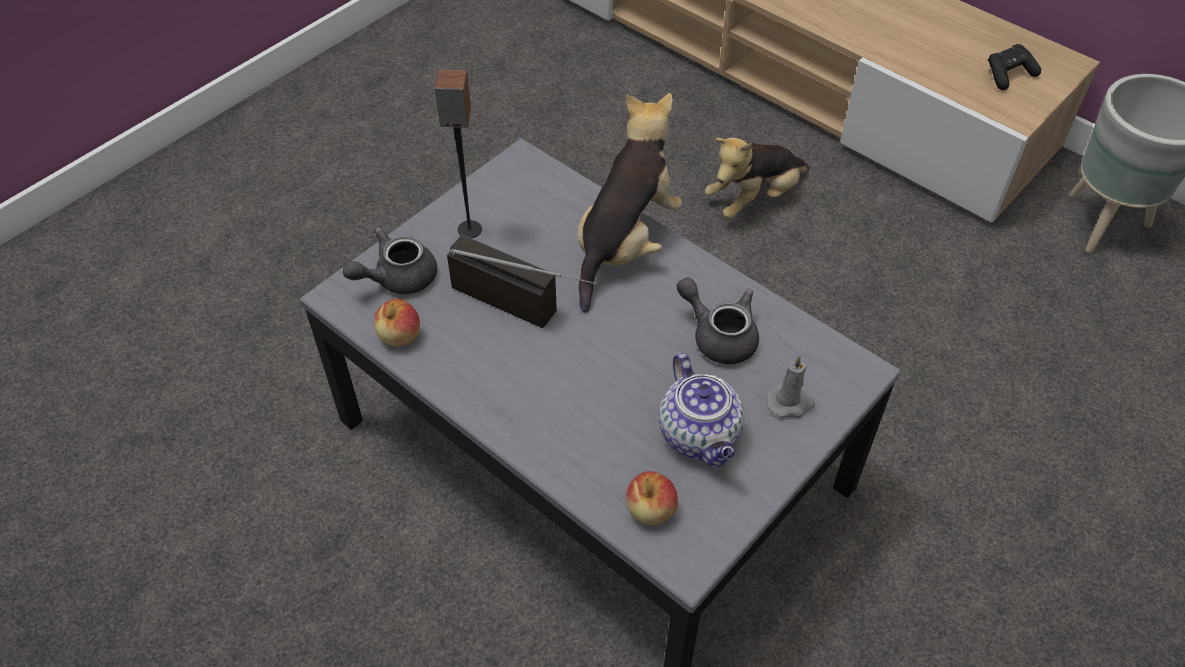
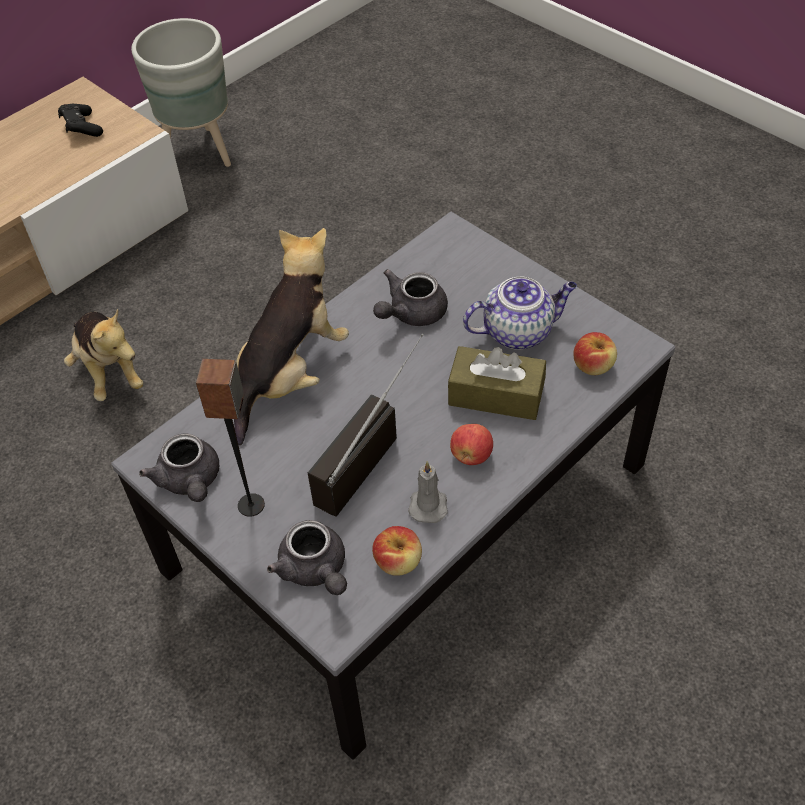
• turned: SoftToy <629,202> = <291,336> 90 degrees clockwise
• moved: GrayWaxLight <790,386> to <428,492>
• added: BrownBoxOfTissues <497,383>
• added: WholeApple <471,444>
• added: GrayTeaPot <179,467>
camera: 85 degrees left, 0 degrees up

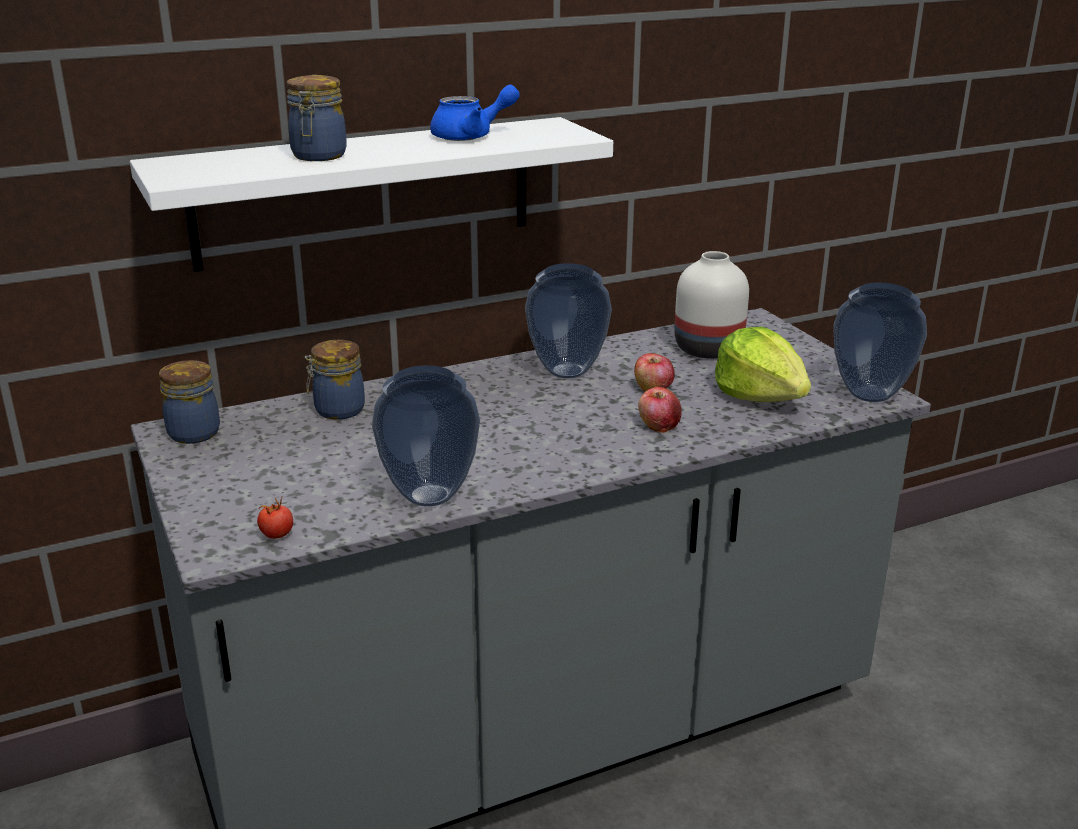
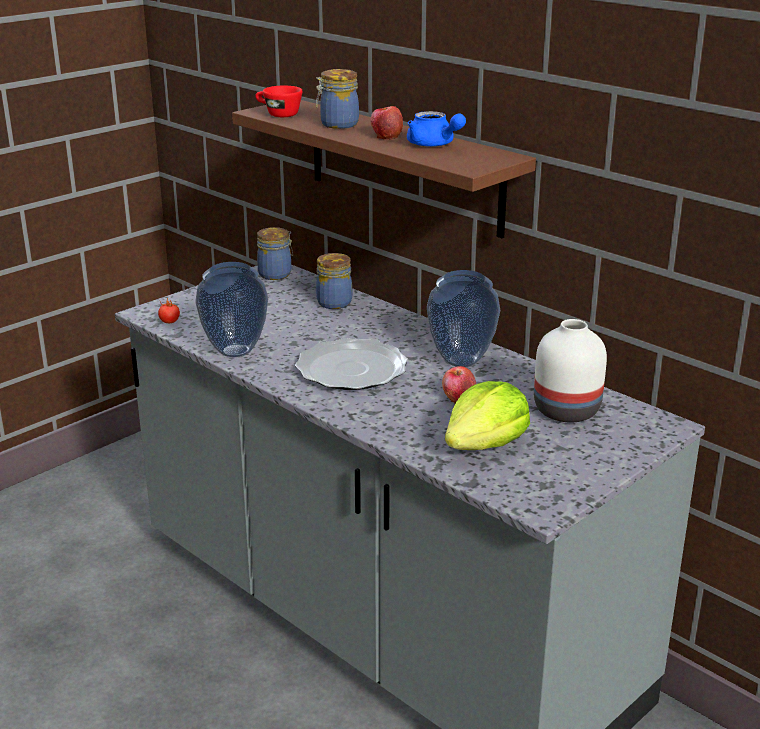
• recoloured: WhitishWallShelf <371,194> to BrownWallShelf <384,169>
• removed: FlowerVase <880,342>
• moved: WholeApple <660,410> to <386,123>
• added: ReddishSmallCup <279,101>
• added: FlatDish <351,364>
camera: 70 degrees right, 0 degrees up

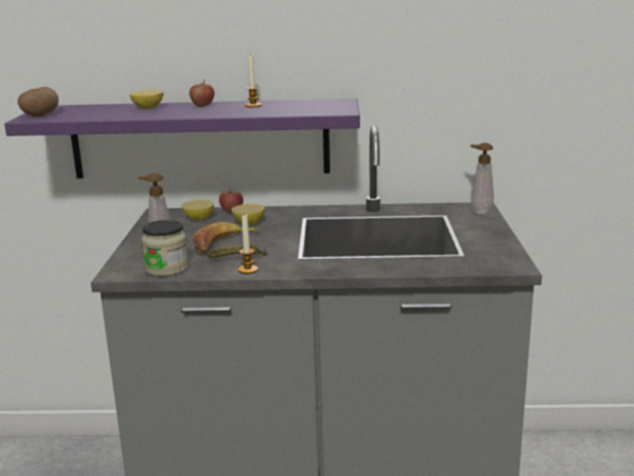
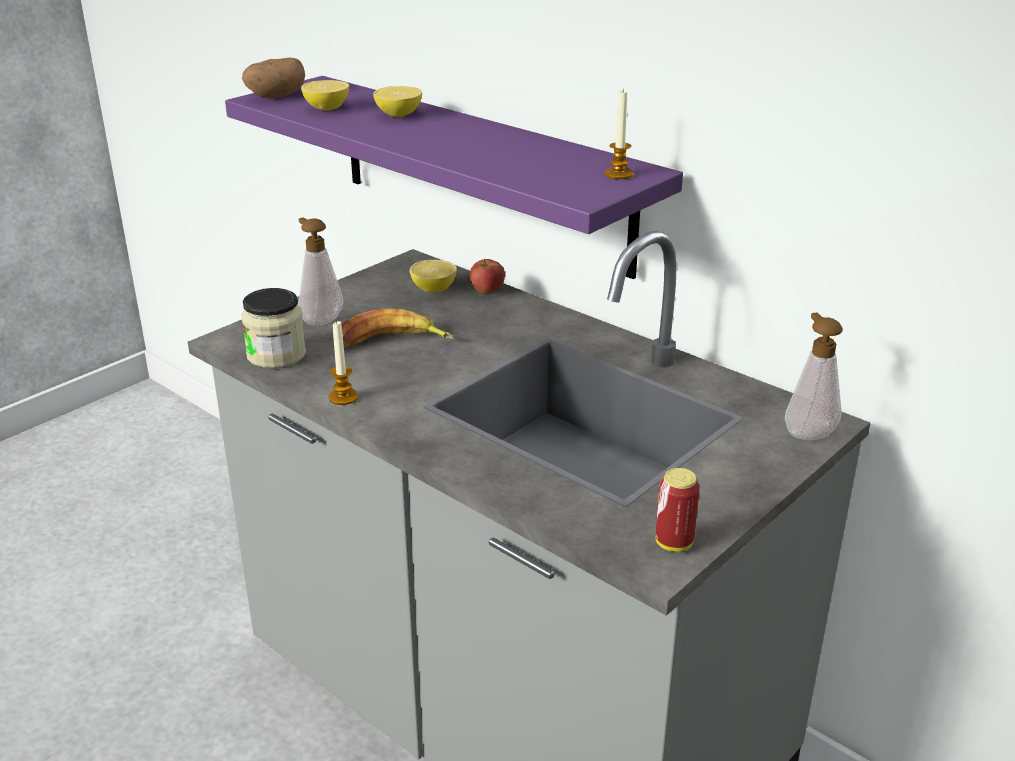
• moved: WaxLight <253,80> to <619,133>
• removed: WholeApple <202,93>
• moved: Lemon <248,214> to <325,95>
• removed: WholeBanana <237,251>
• added: SealedCan <677,510>
camera: 40 degrees right, 10 degrees up

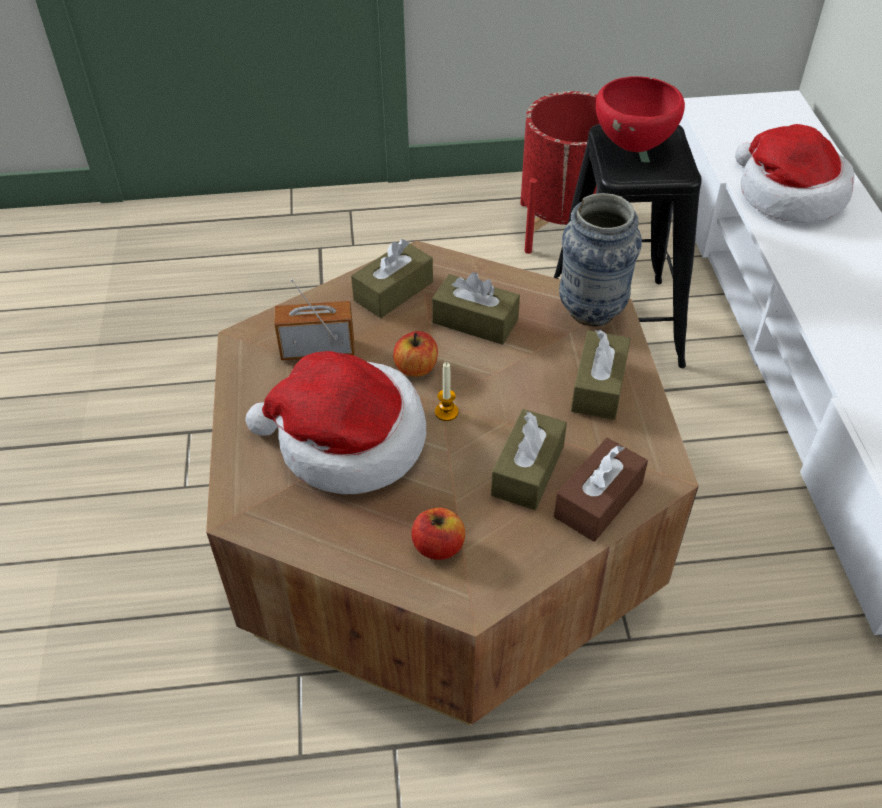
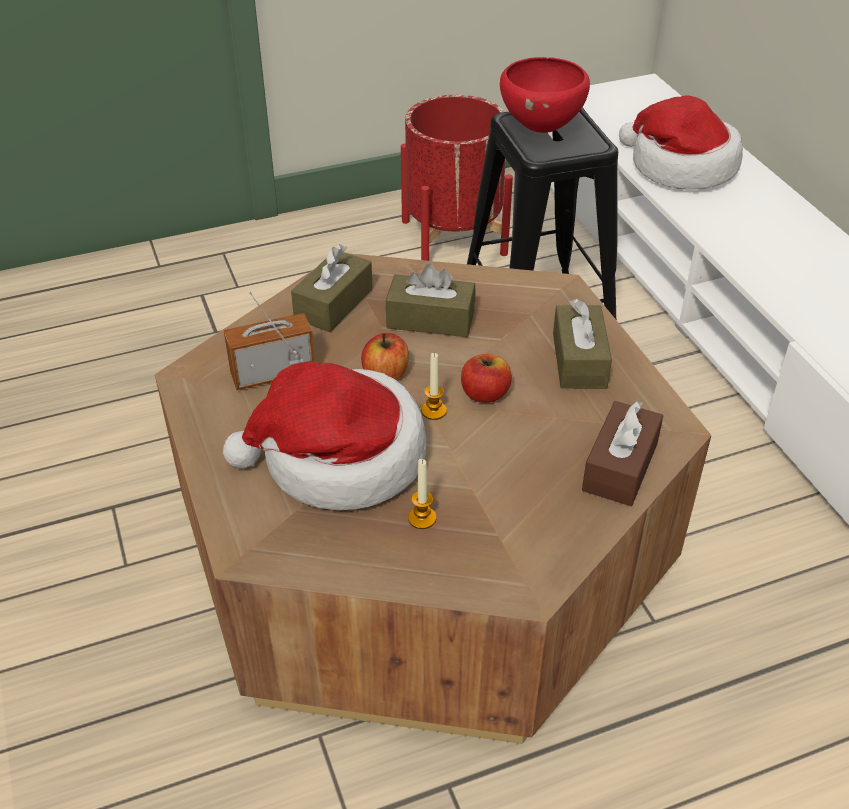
• removed: FlowerVase <600,260>
• removed: BrownBoxOfTissues <529,459>
• moved: WholeApple <438,533> to <486,378>
• added: WaxLight <422,494>
camera: 15 degrees left, 5 degrees down

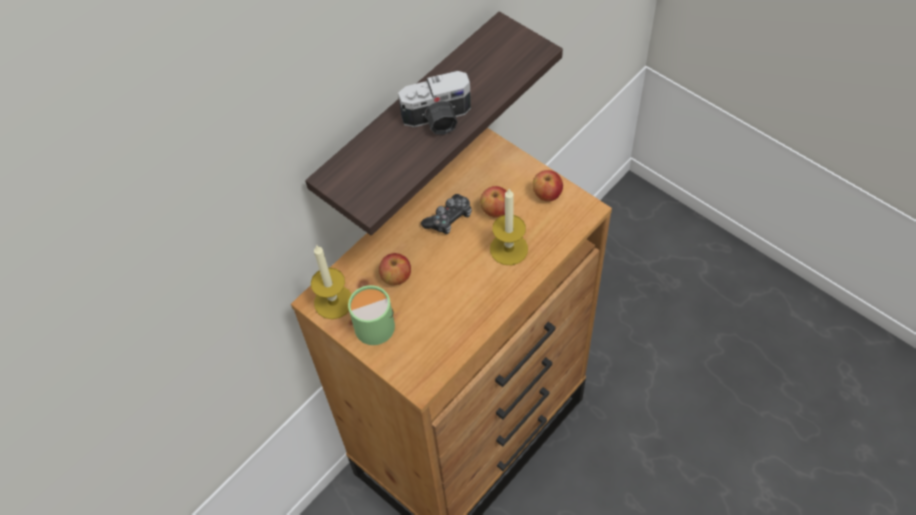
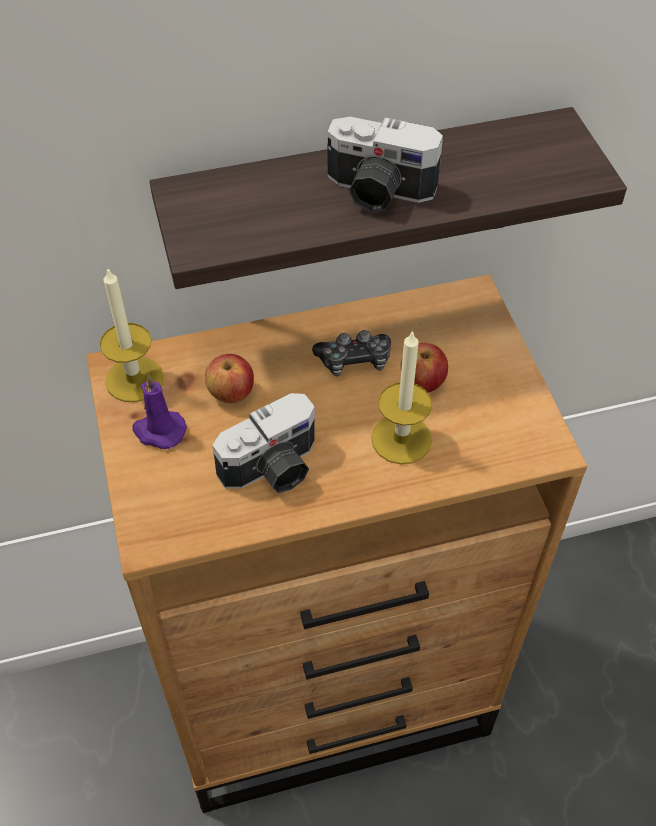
• removed: WholeApple <547,186>
• replaced: GreenTeaMug <371,315> to PurpleColouredWaxLight <159,411>
• added: PhotoCamera <263,443>
camera: 30 degrees right, 5 degrees down

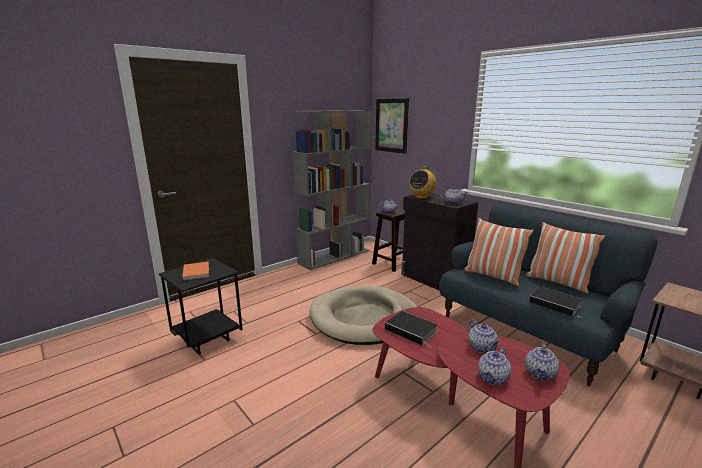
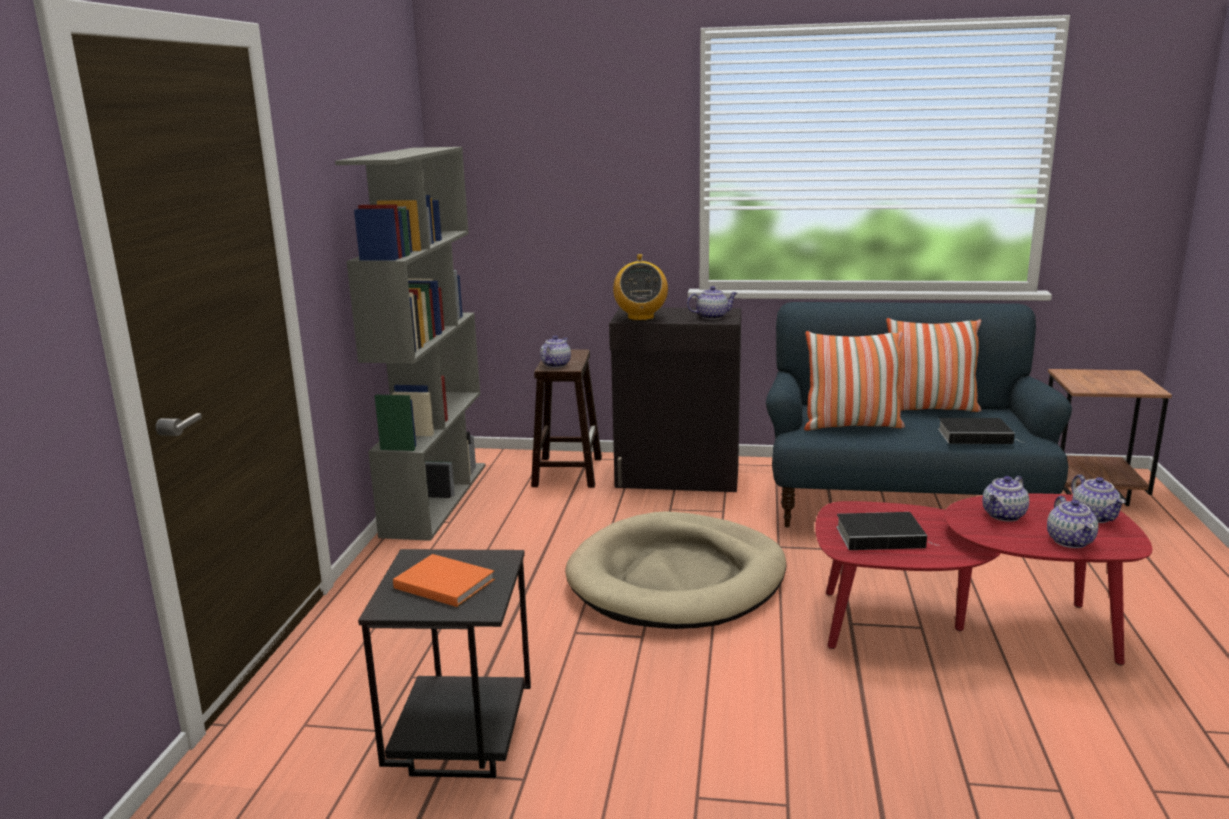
• removed: WallPicture <392,126>
• turned: TeaPot <484,336> = <1005,499> 105 degrees clockwise
camera: 40 degrees left, 0 degrees up

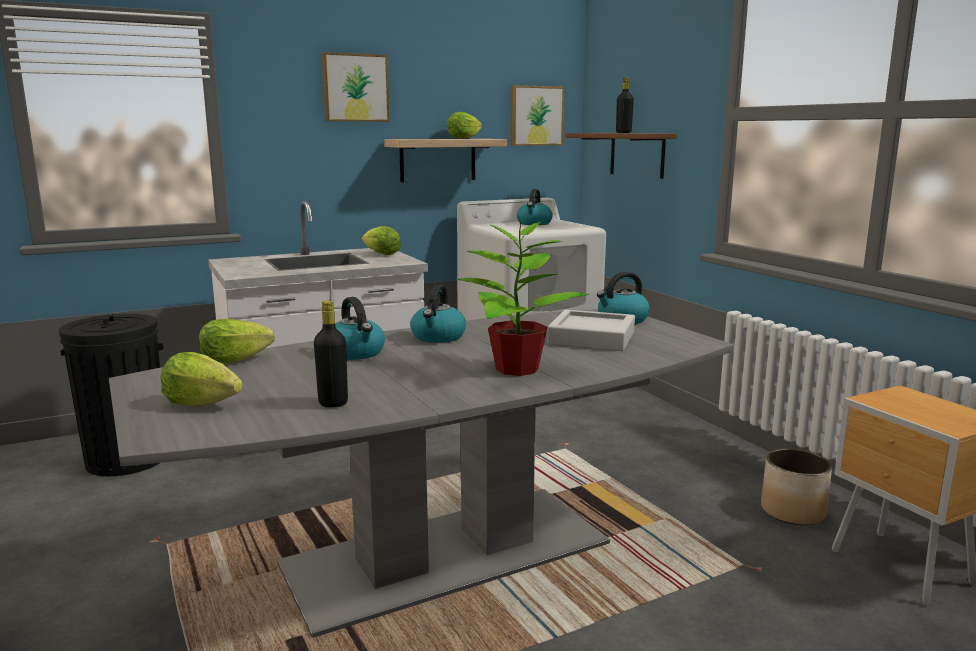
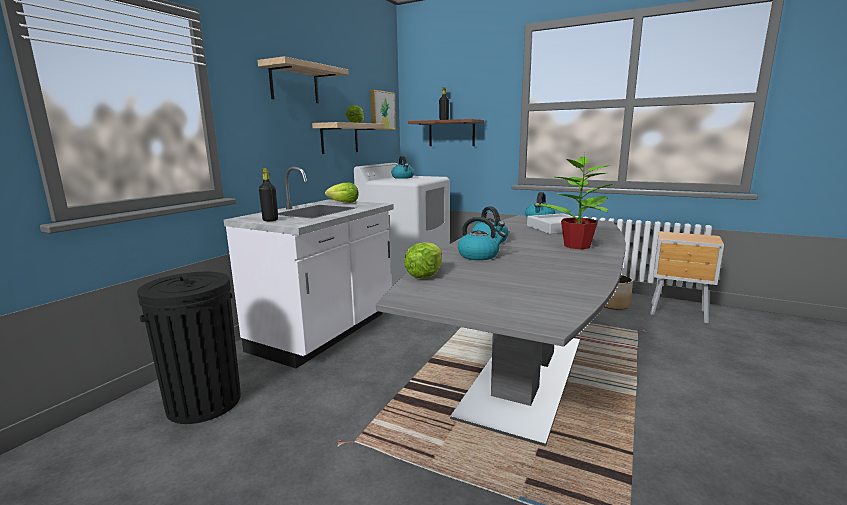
• replaced: WallPicture <356,87> to WallShelf <303,79>
• moved: BlackishBeverageBottle <331,354> to <268,194>
• removed: LettuceHead <202,379>
camera: 35 degrees left, 0 degrees up

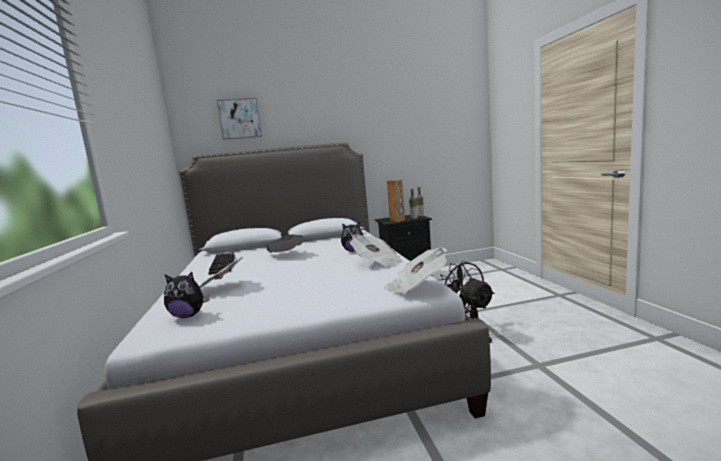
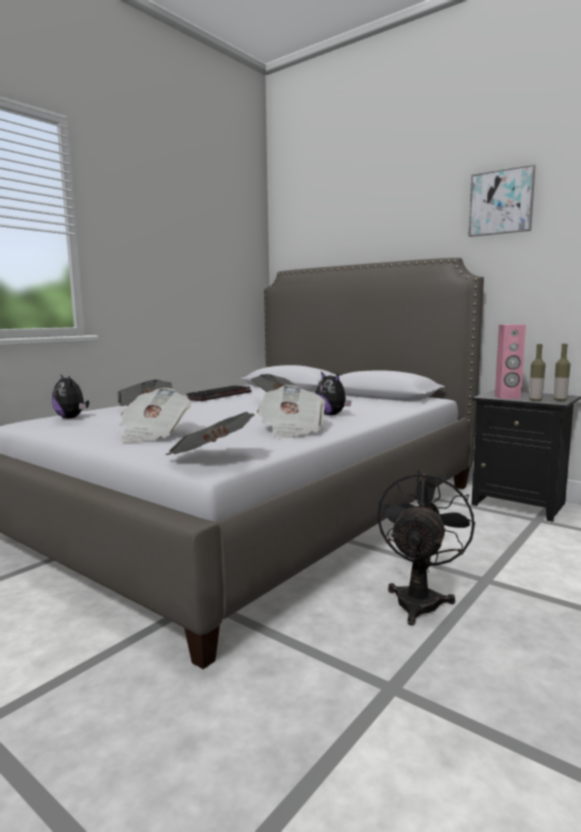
• moved: WallPicture <239,119> to <502,200>
• recoloured: BrownLoudspeaker <396,200> to PinkColouredLoudspeaker <510,361>
• added: Newspaper <155,415>
camera: 50 degrees right, 0 degrees up

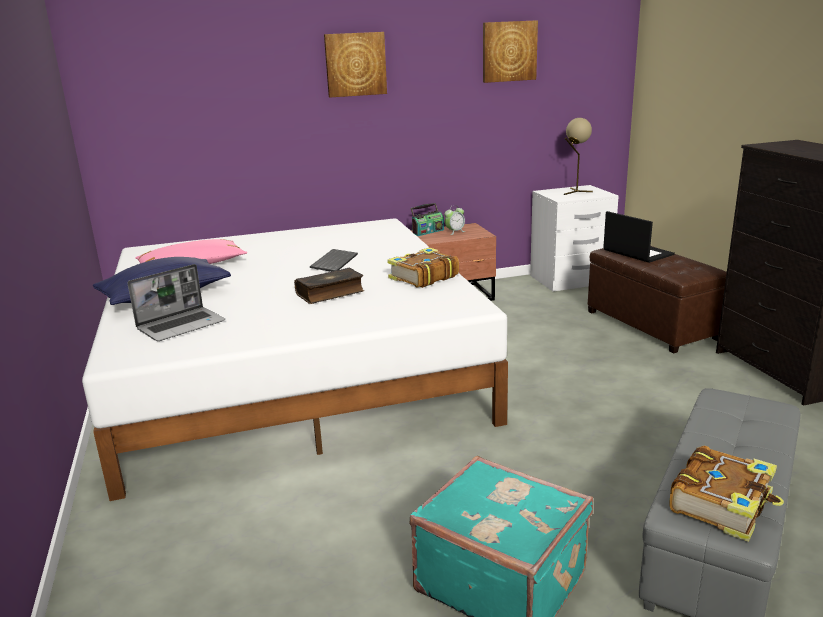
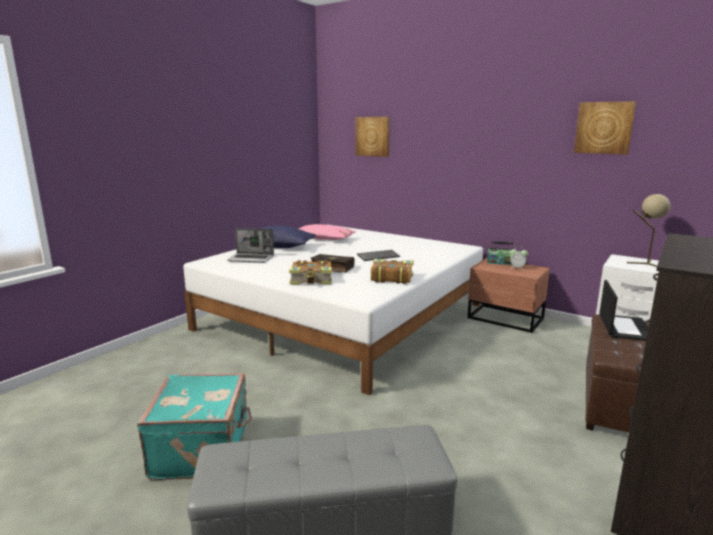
• moved: WallPicture <355,65> to <372,137>
• moved: Book <726,493> to <310,272>
camera: 50 degrees right, 5 degrees down

